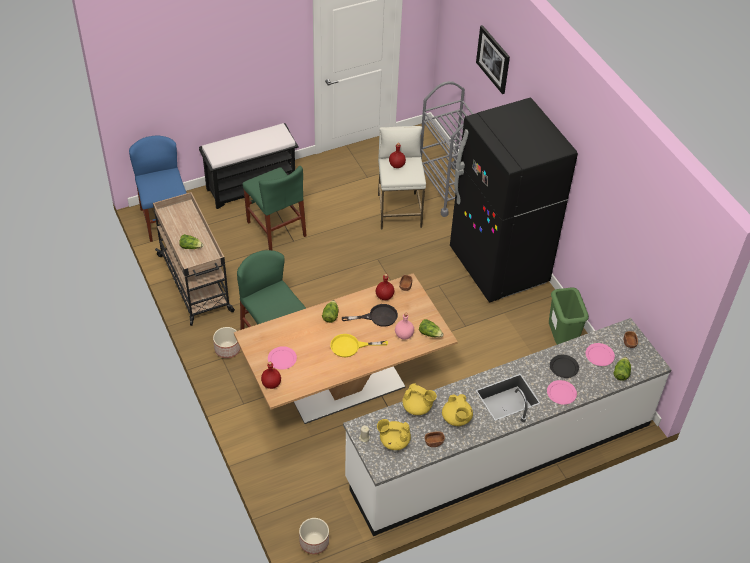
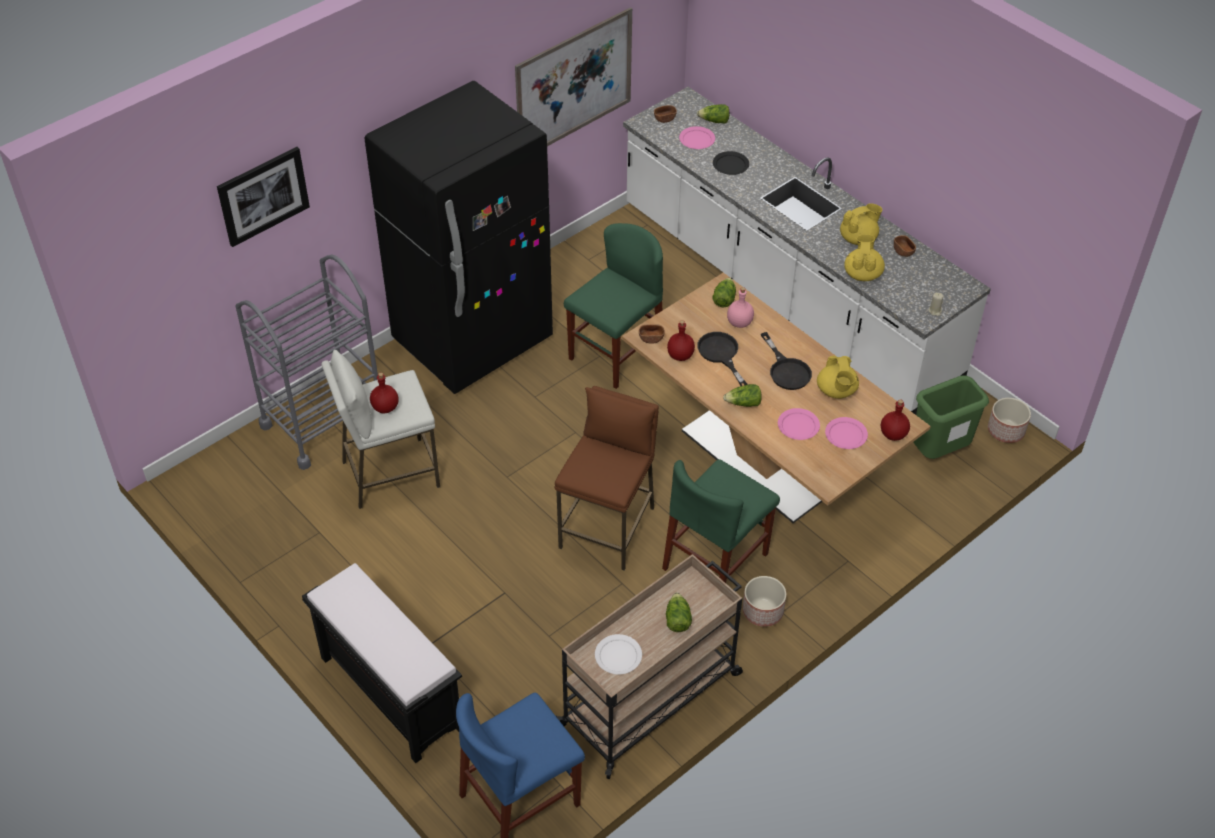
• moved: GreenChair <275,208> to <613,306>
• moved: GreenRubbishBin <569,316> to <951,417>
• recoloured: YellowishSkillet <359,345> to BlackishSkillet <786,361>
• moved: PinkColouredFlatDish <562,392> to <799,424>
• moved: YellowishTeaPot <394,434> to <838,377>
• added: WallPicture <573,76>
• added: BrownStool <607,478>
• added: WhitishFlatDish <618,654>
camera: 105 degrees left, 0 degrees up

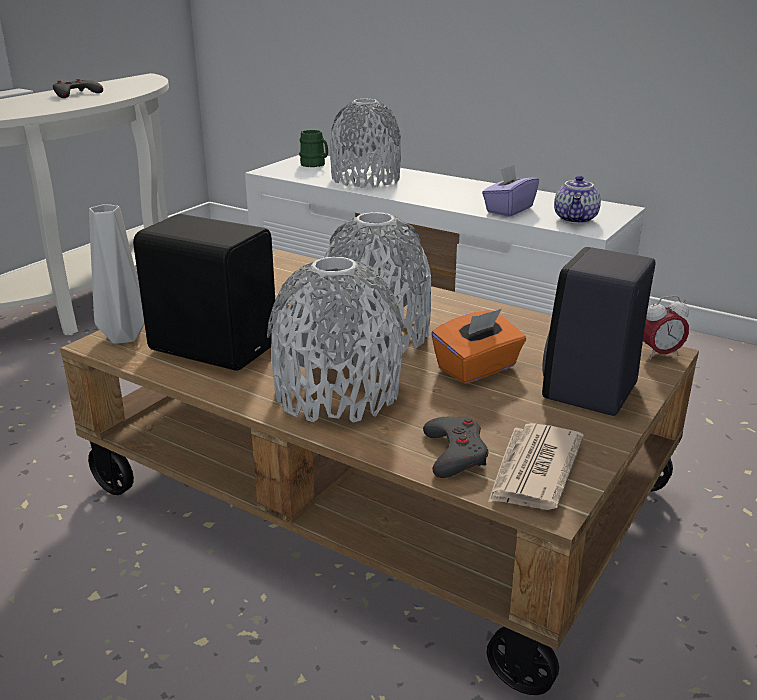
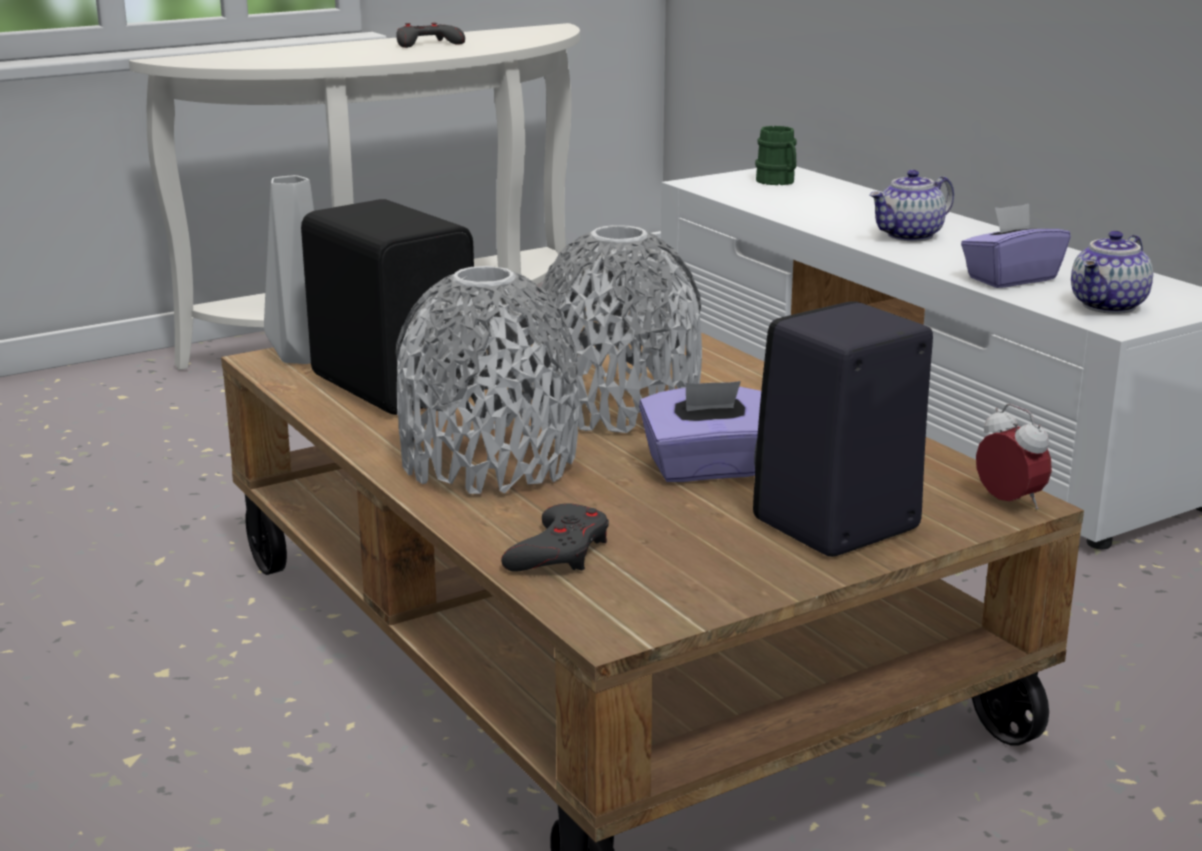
• removed: GrayFlowerVase <365,143>
• turned: BedsideClock <666,327> = <1014,457> 135 degrees counterclockwise
• recoloured: OrangeColouredBoxOfTissues <478,346> to PurpleColouredBoxOfTissues <700,431>
• removed: Newspaper <536,466>
• added: TeaPot <911,205>
camera: 25 degrees right, 5 degrees down

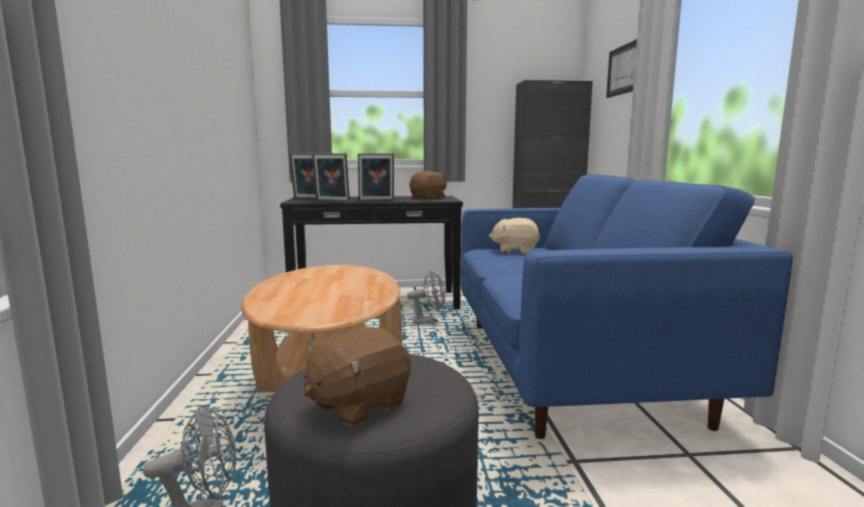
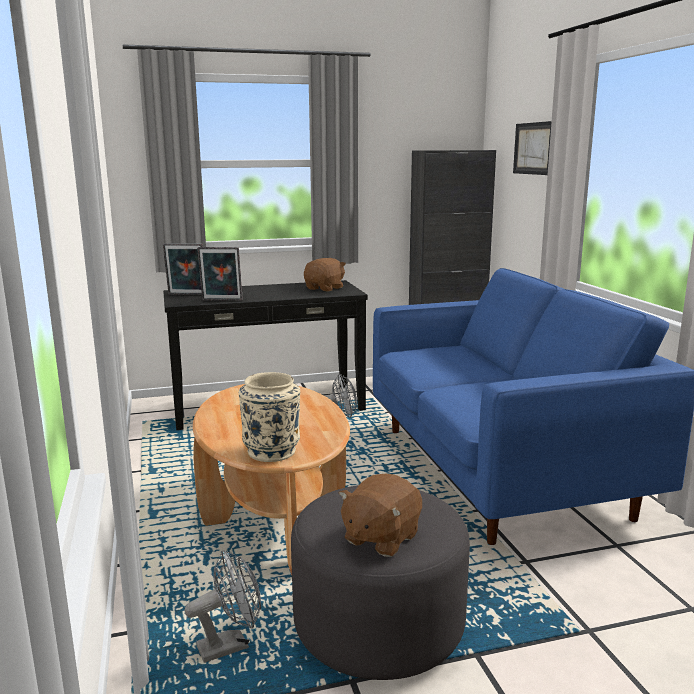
• removed: PhotoFrame <376,177>
• removed: BeigeColouredSoftToy <514,236>
• added: BeigeColouredFlowerVase <269,417>
camera: 10 degrees left, 5 degrees up

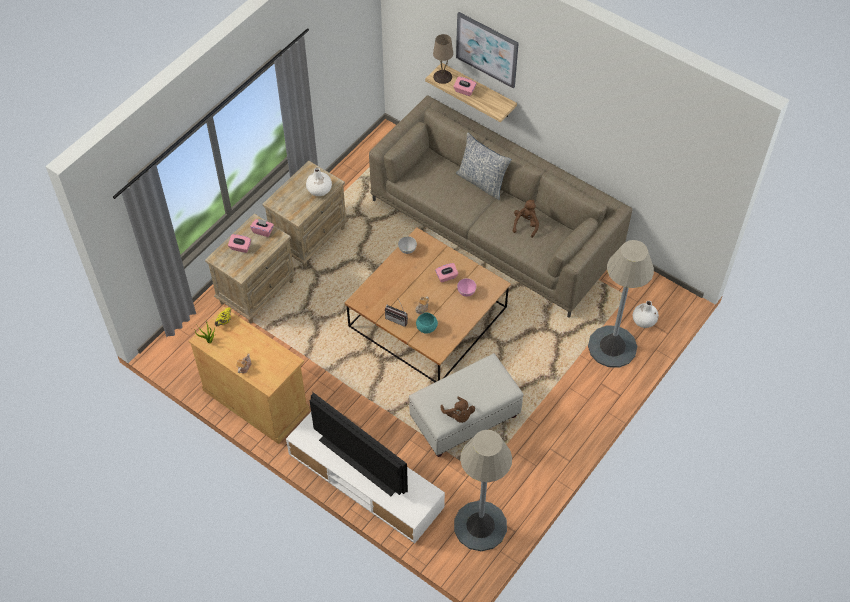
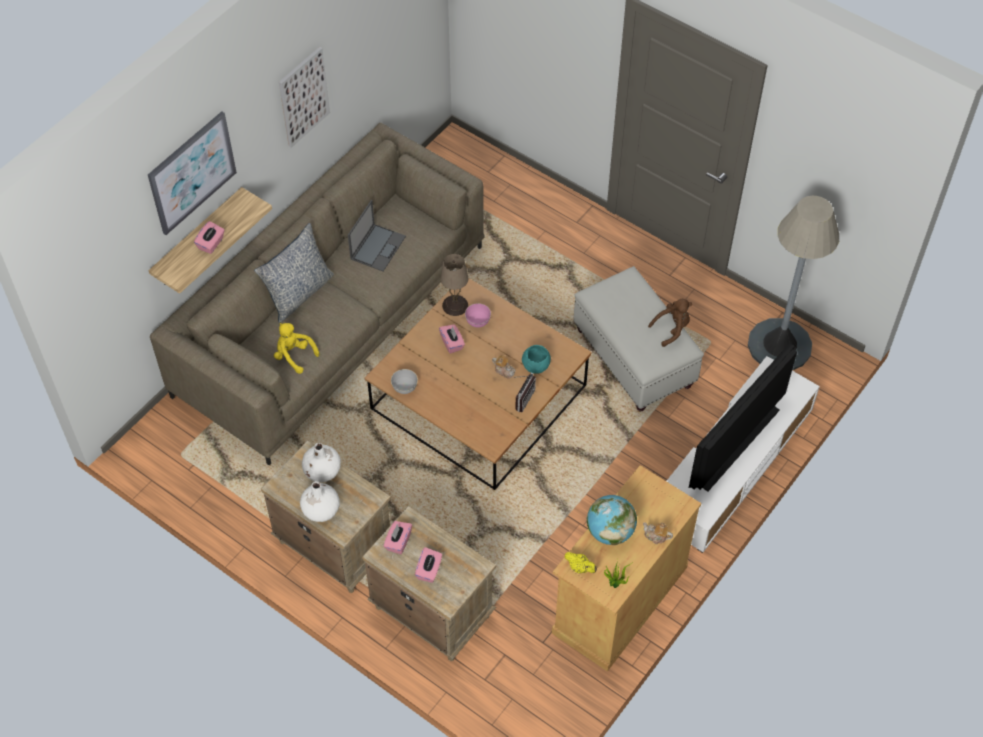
• moved: BeigeColouredTabletopLamp <443,59> to <454,285>
• replaced: BrownSoftToy <526,219> to PortableComputer <377,235>
• removed: GrayFloorLamp <621,304>
• moved: WhitishFlowerVase <646,314> to <320,501>
• added: WallPicture <304,97>
• added: YellowishSoftToy <297,348>
• added: WorldGlobe <612,520>
camera: 90 degrees left, 0 degrees up

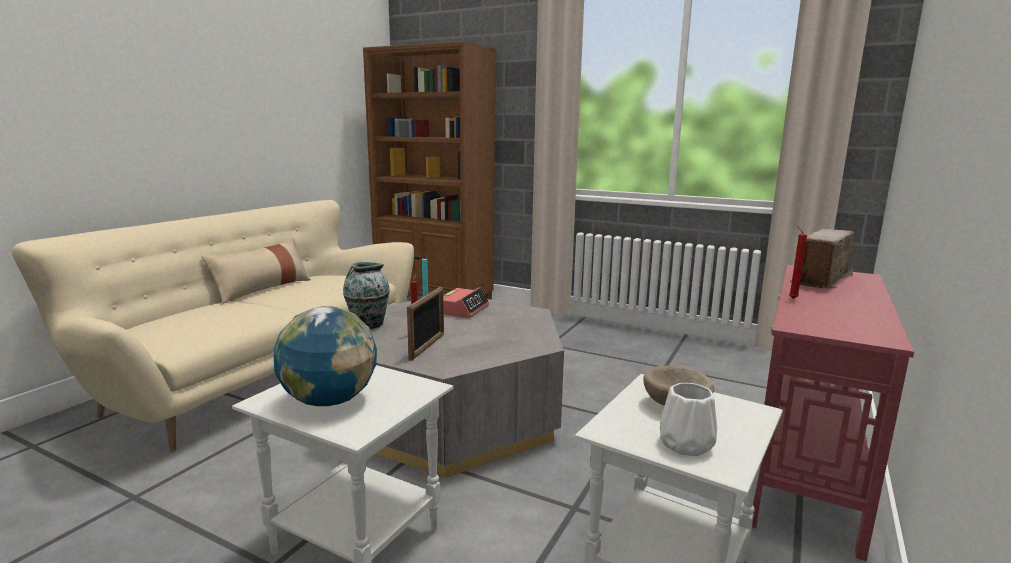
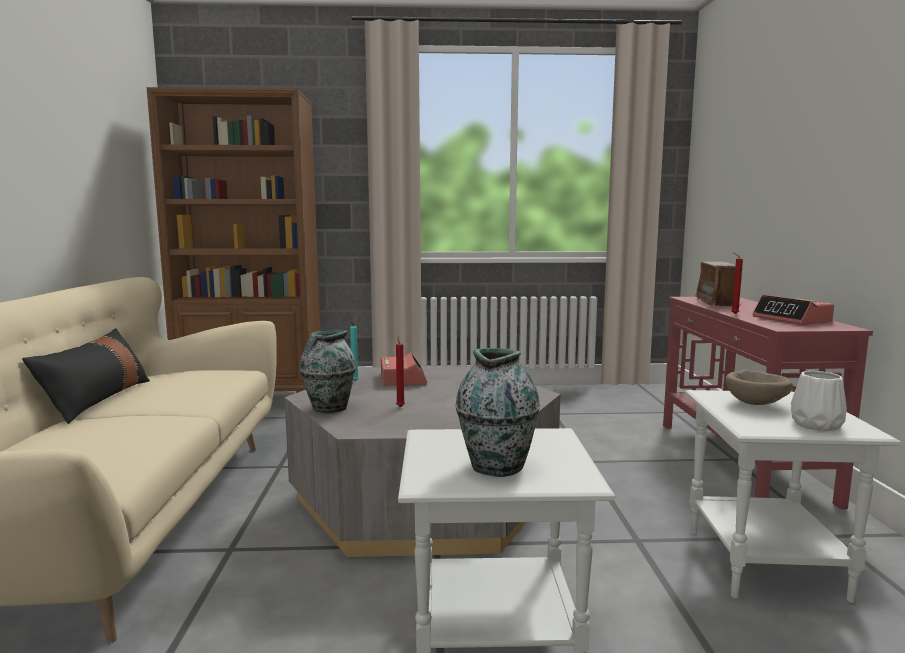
• recoloured: BeigeColouredThrowPillow <256,271> to BlackishThrowPillow <86,376>
• removed: PhotoFrame <425,324>
• replaced: WorldGlobe <325,356> to FlowerVase <497,412>
• added: BedsideClock <793,310>
camera: 30 degrees left, 5 degrees down

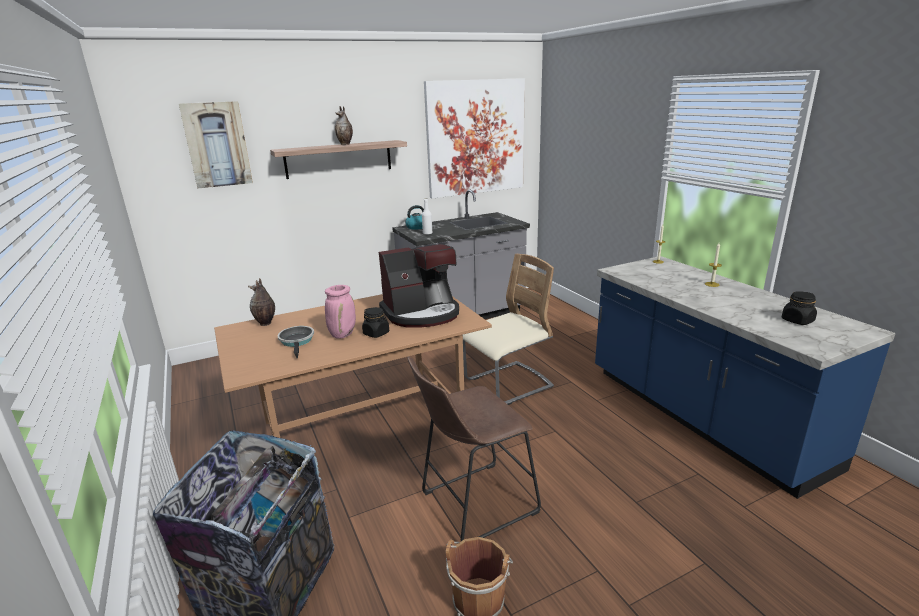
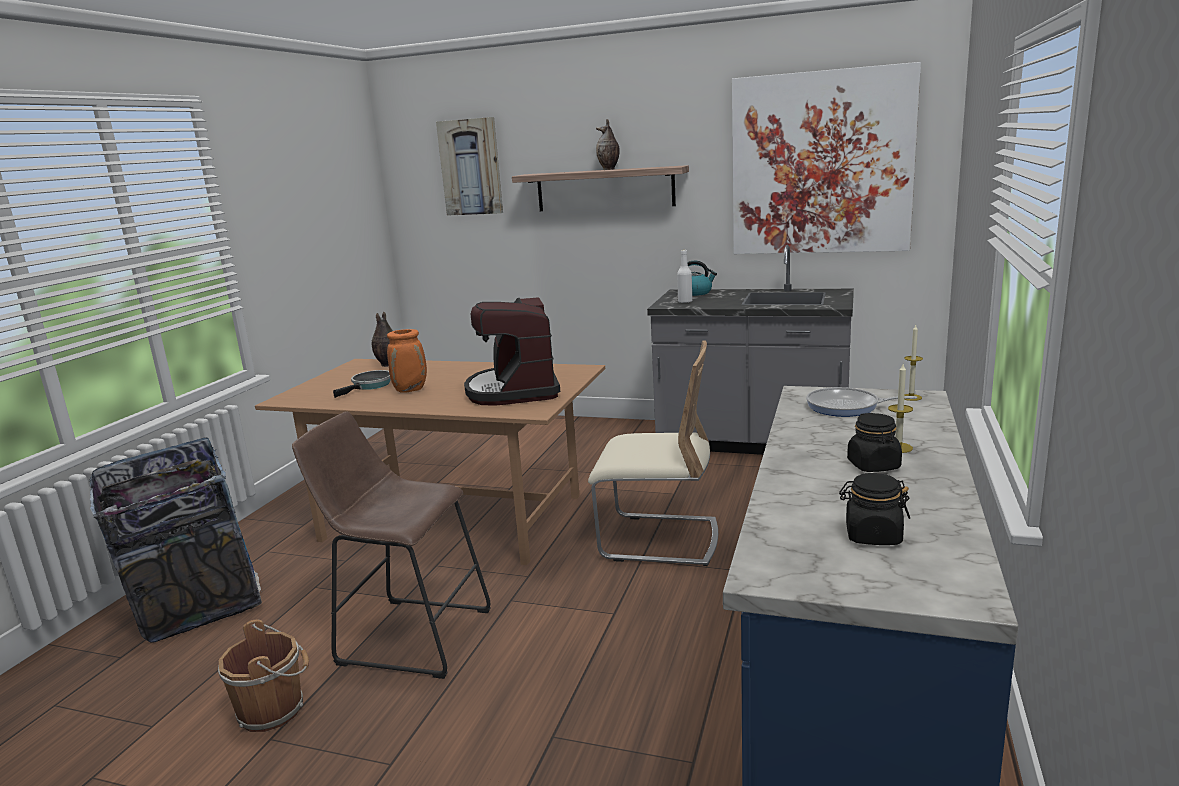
• turned: CoffeeBrewer <419,286> = <512,351> 60 degrees clockwise
• recoloured: PinkColouredFlowerVase <340,311> to OrangeColouredFlowerVase <407,361>
• moved: BlackishPreserveJar <375,322> to <874,442>
• added: Skillet <861,402>
camera: 45 degrees right, 5 degrees down

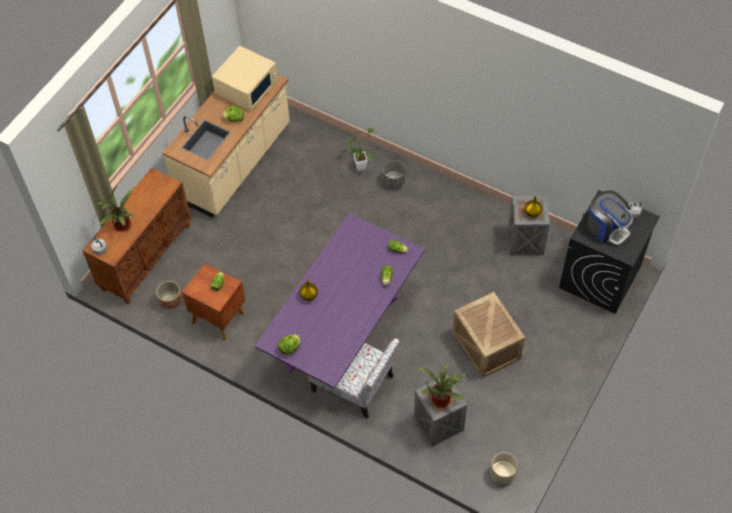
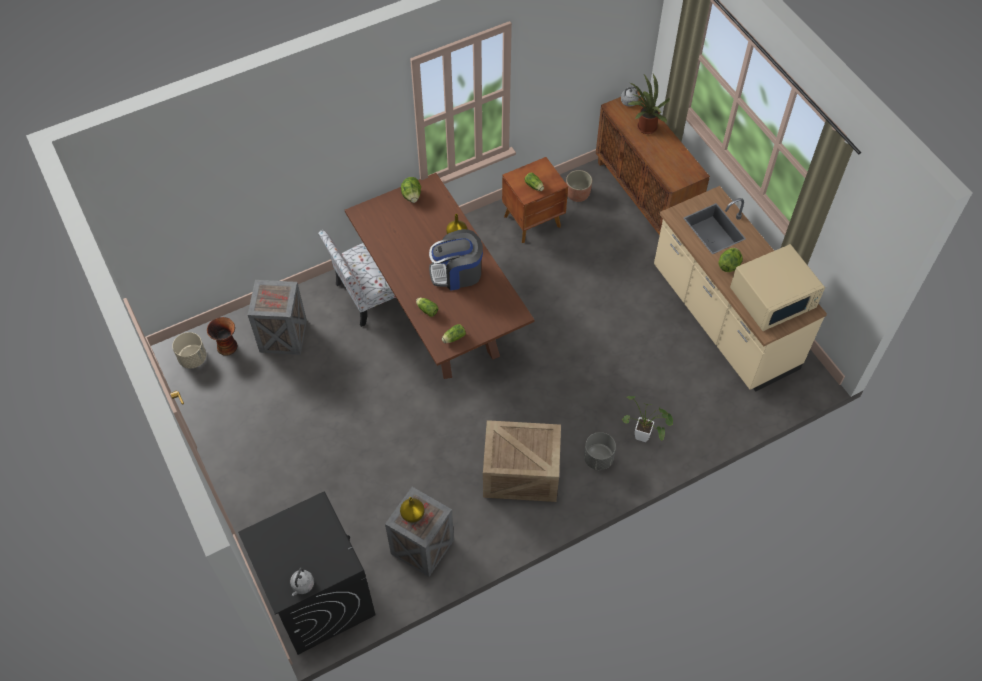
• turned: BeigeColouredMicrowaveOven <245,78> = <777,287> 90 degrees counterclockwise
• moved: CoffeeBrewer <610,218> to <456,260>
• recoloured: PurpleColouredDinnerTable <340,303> to BrownDinnerTable <439,276>
• moved: PackingCrate <488,335> to <522,461>
• removed: Houseplant <442,385>
• added: FlowerVase <222,336>
camera: 120 degrees right, 0 degrees up

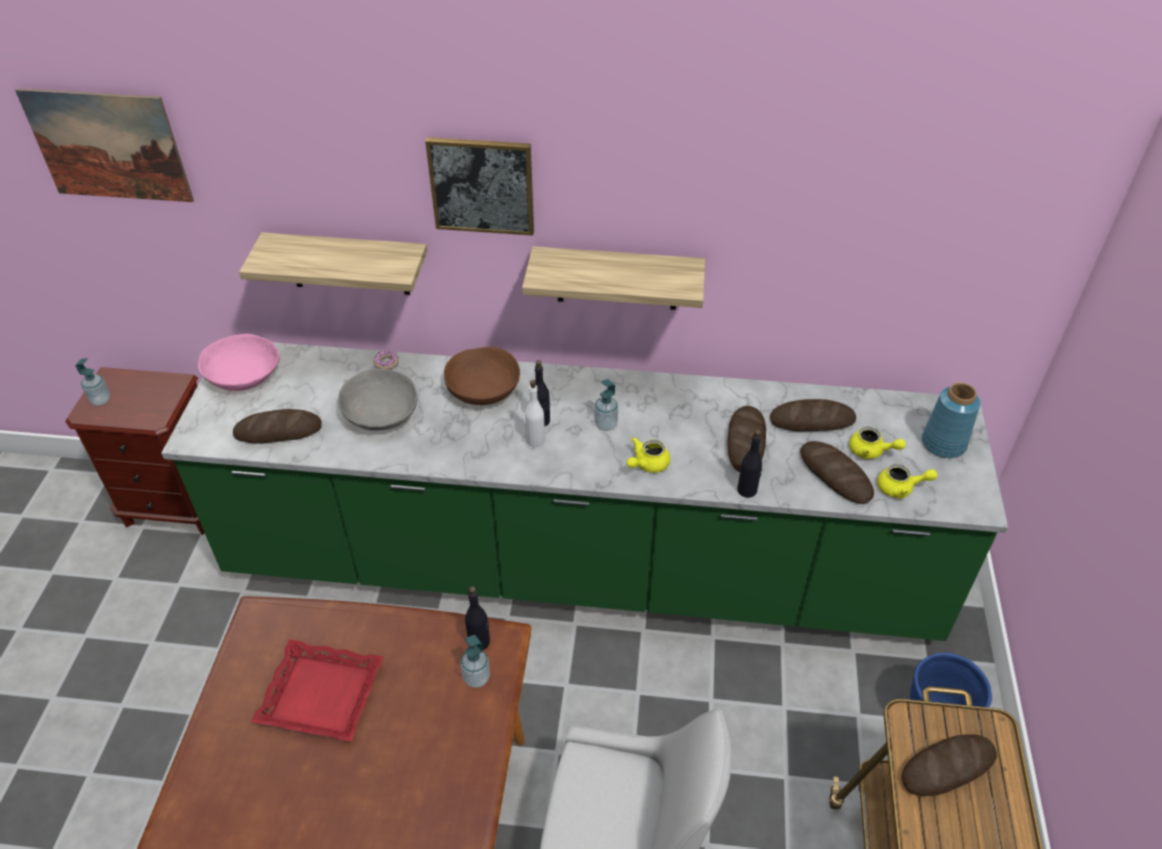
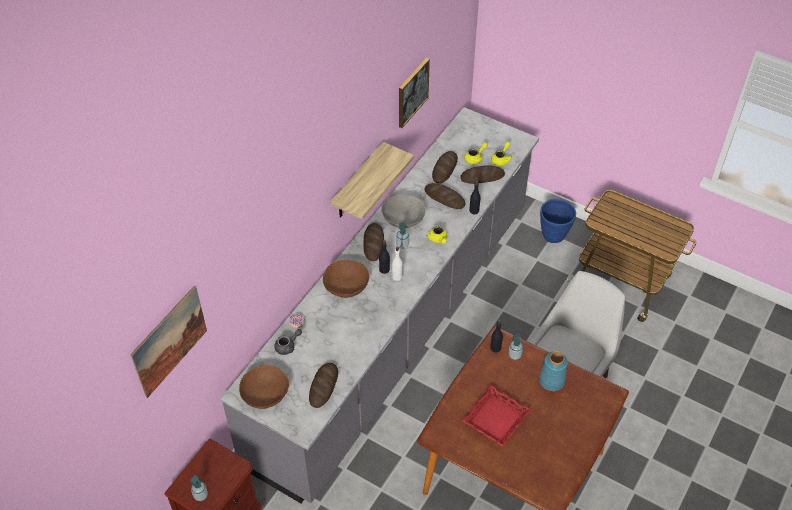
• moved: WallPicture <479,186> to <414,93>
• removed: WallShelf <333,264>
• recoloured: PinkColouredBowl <238,362> to BrownBowl <264,387>
• recoloured: GreenKitchenBaseUnit <584,491> to GrayKitchenBaseUnit <380,305>
• moved: GrayBowl <377,400> to <403,211>
• moved: BluishFlowerVase <951,420> to <553,371>
• moved: BakedBread <949,765> to <373,242>
• added: GrayTeaPot <288,342>
camera: 65 degrees left, 5 degrees up

